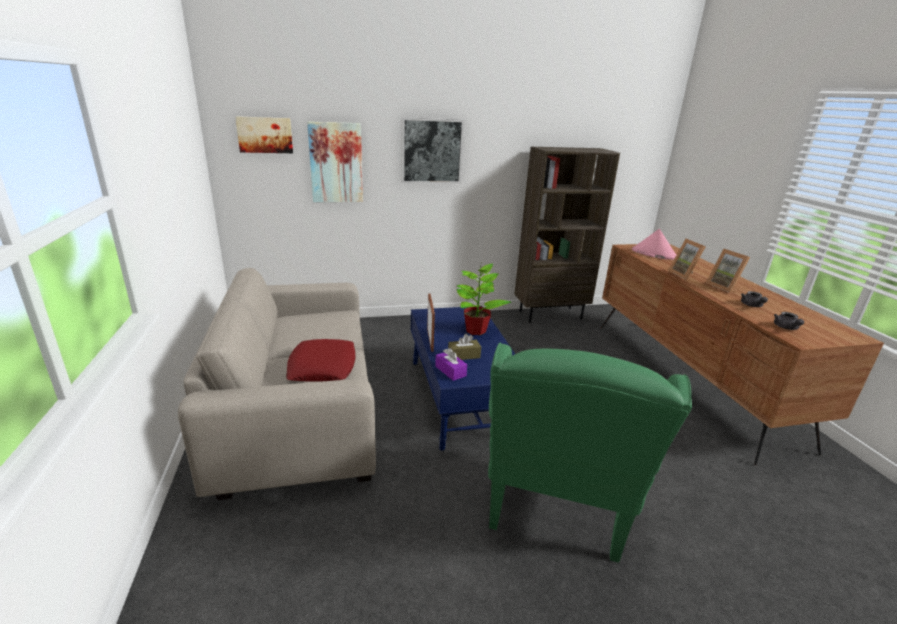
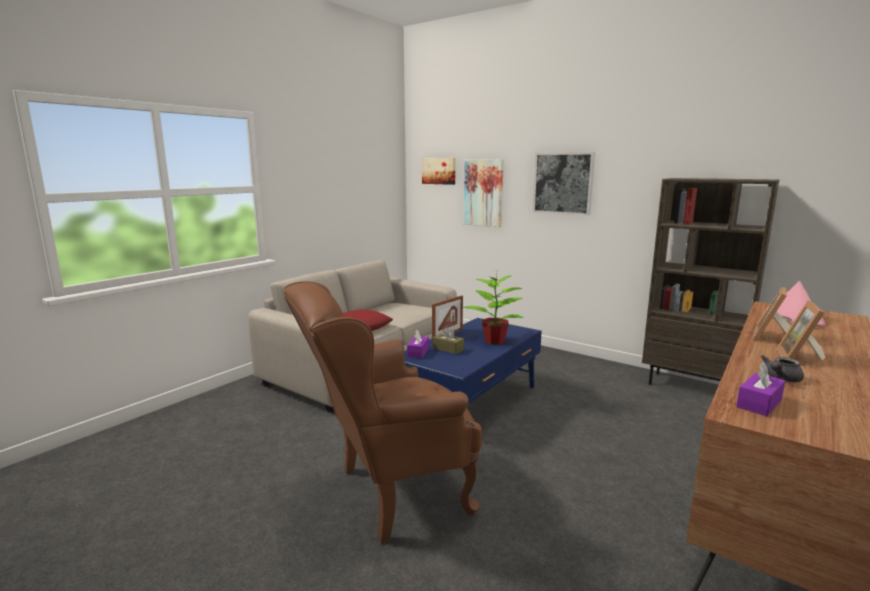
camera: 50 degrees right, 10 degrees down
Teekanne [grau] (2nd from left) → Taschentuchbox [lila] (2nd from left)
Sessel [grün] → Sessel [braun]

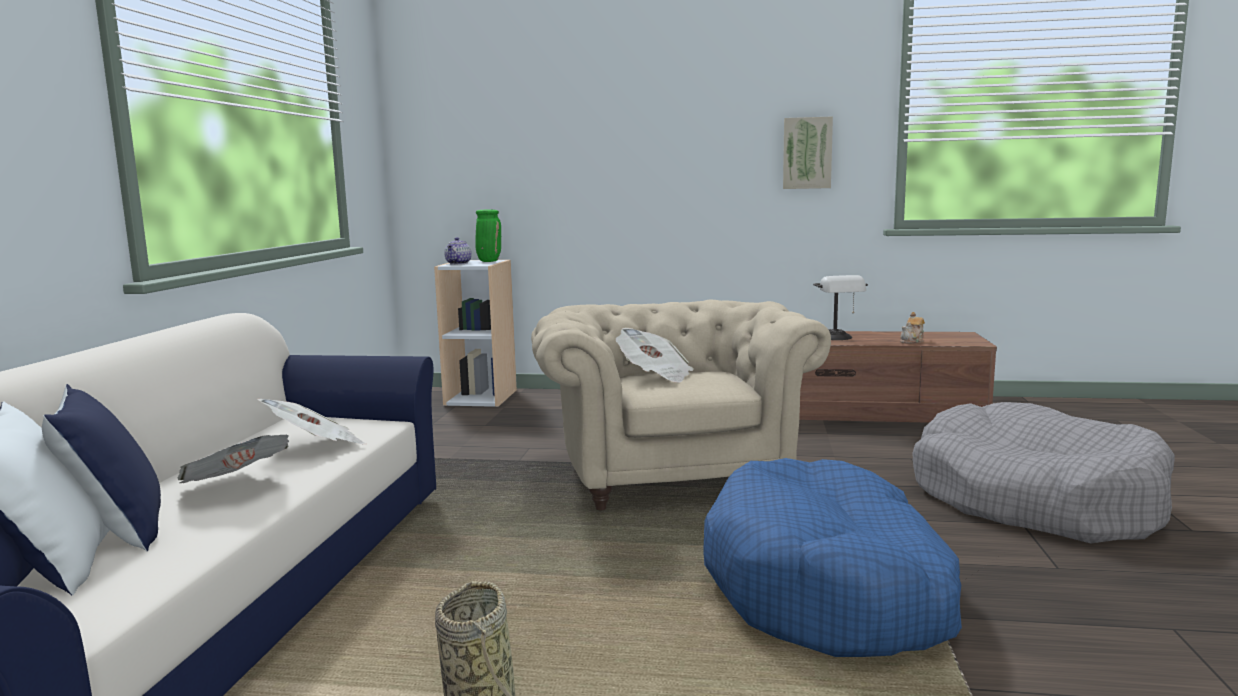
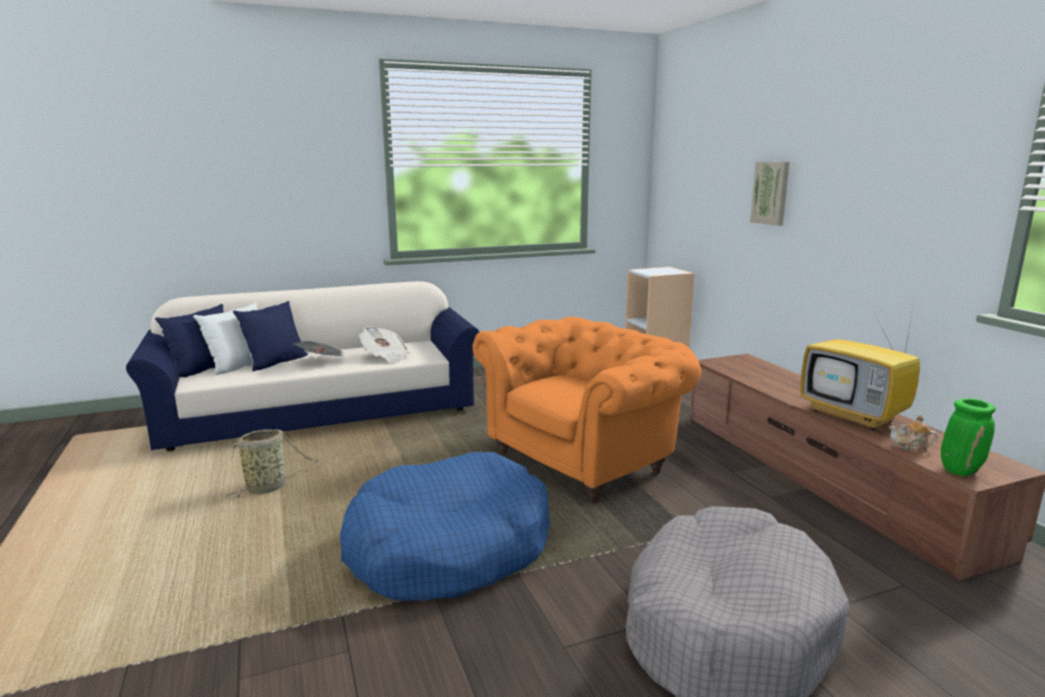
camera: 60 degrees right, 5 degrees up
Teekanne (1st from left) → -
Zeitung (3rd from left) → -
Vase [grün], move
Bild, move
Tischlampe → Fernseher
Sessel [beige] → Sessel [orange]

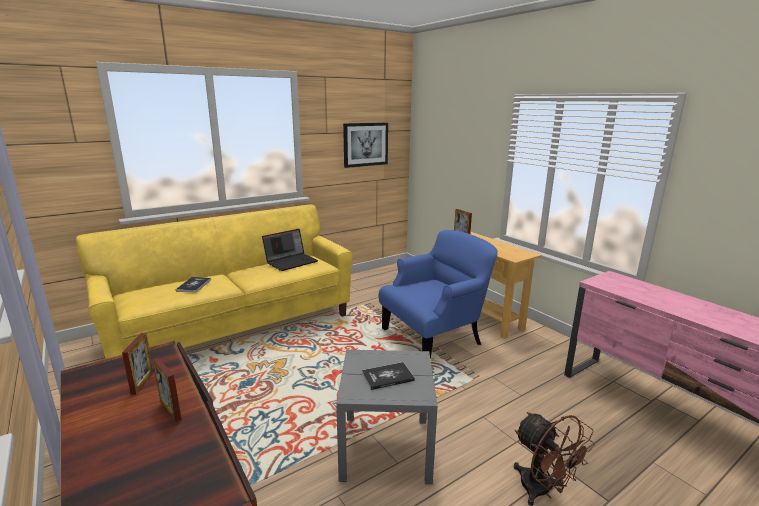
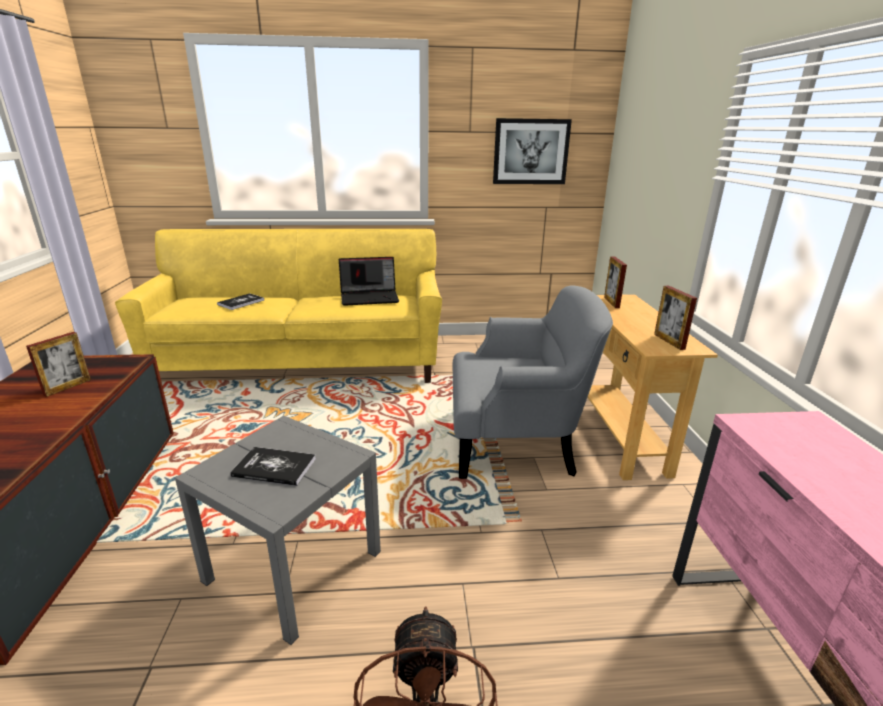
camera: 30 degrees right, 5 degrees up
Bilderrahmen (2nd from left in the first image) → Bilderrahmen (3rd from left), move
Sessel [blau] → Sessel [grau]

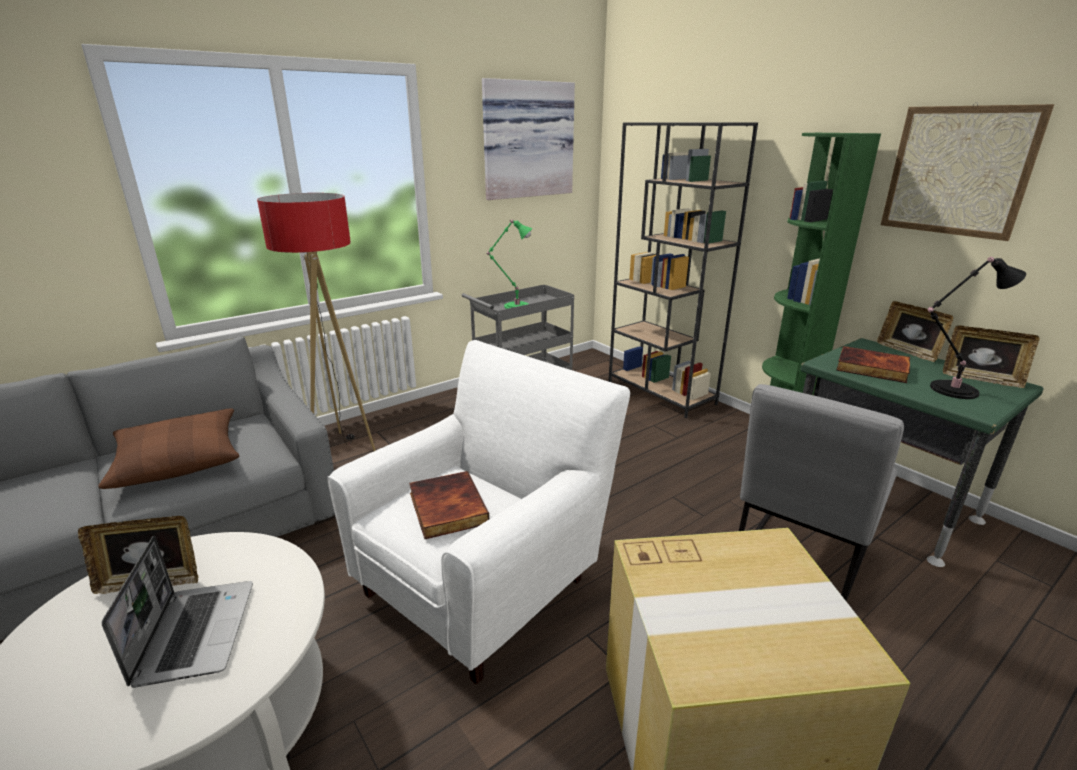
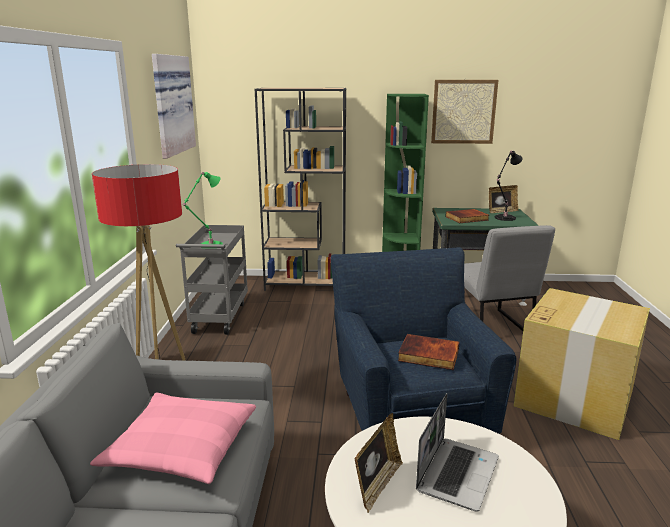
camera: 50 degrees left, 5 degrees down
Bilderrahmen (2nd from left) → -
Kissen [braun] → Kissen [rosa]
Sessel [weiß] → Sessel [blau]
Laptop, 90 degrees clockwise

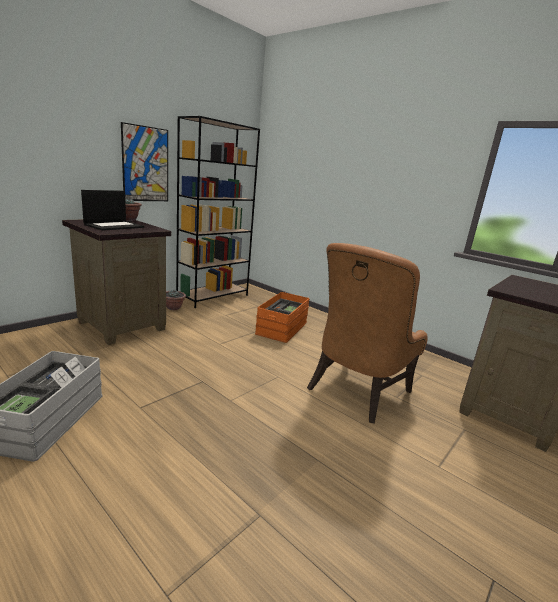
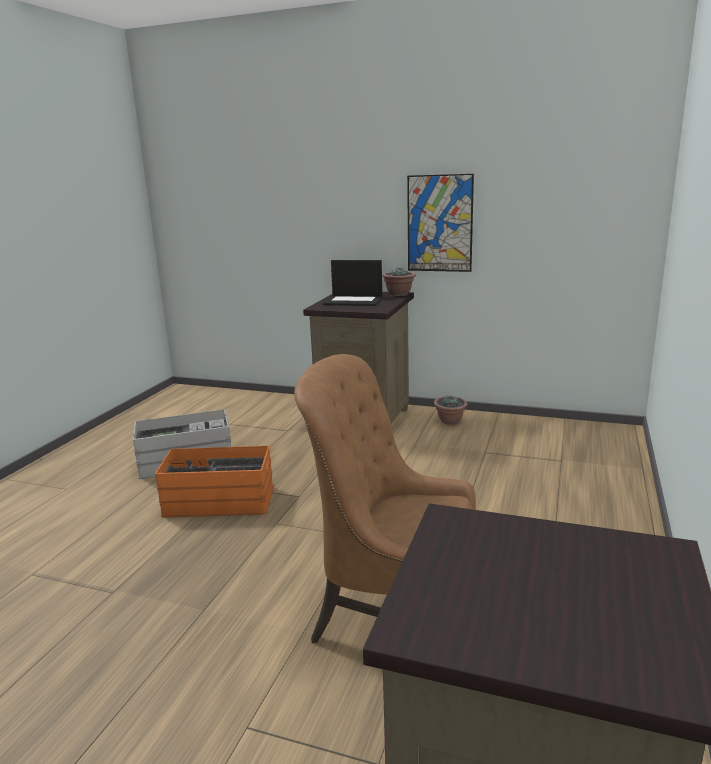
camera: 70 degrees right, 0 degrees up
Bücherregal [beige] → -
Aufbewahrungsbox [orange], move

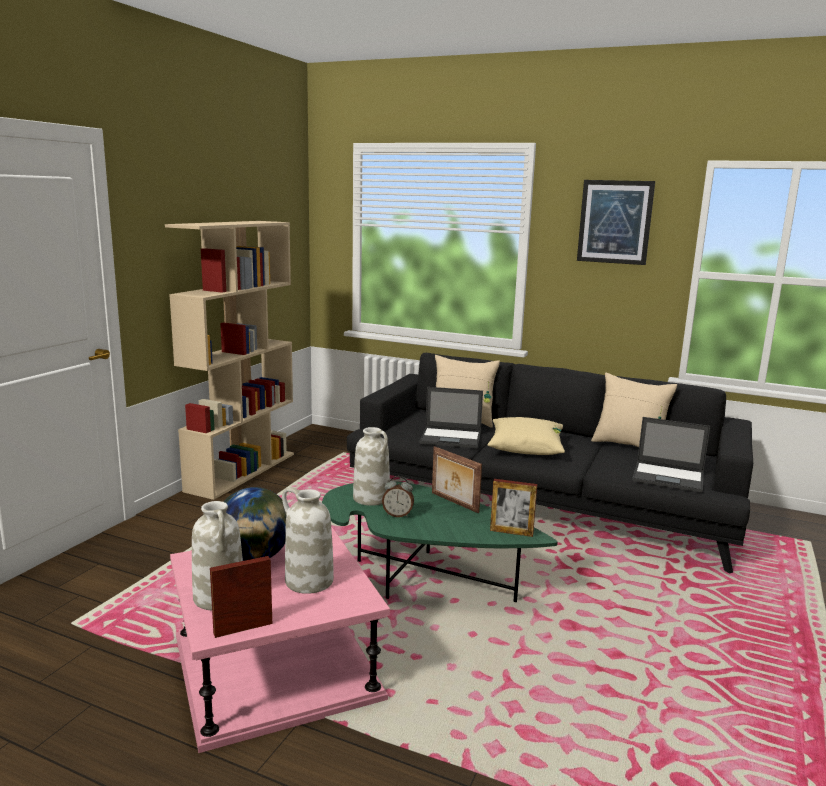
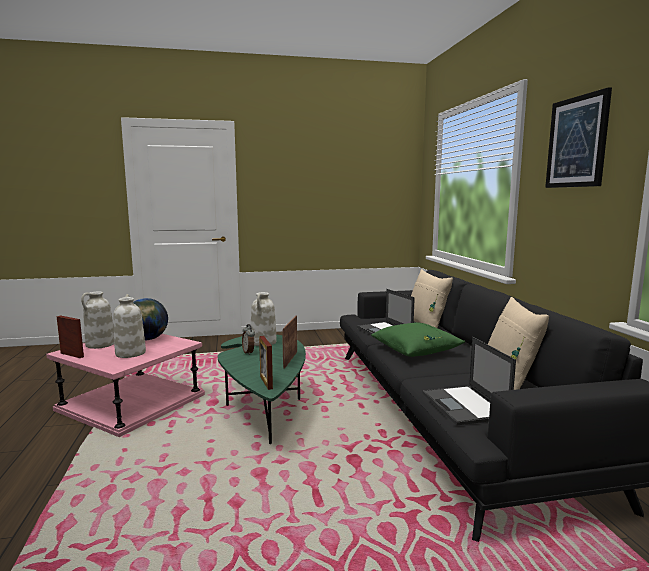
camera: 55 degrees right, 5 degrees down
Bücherregal [beige] → -
Kissen [beige] (2nd from left) → Kissen [grün]

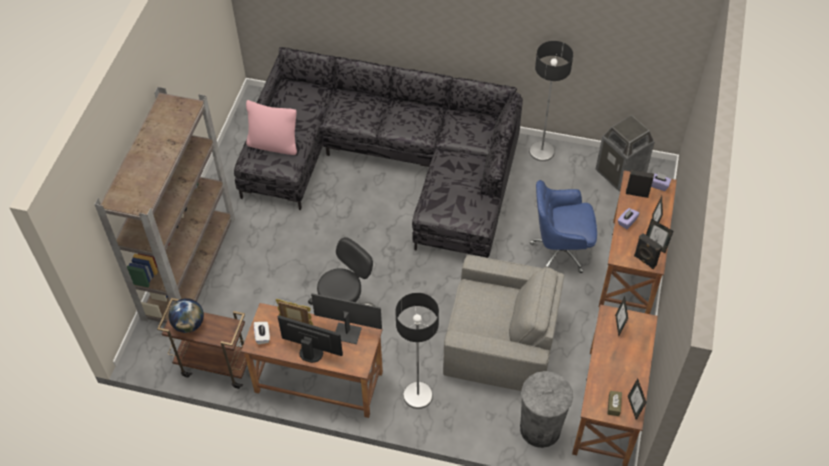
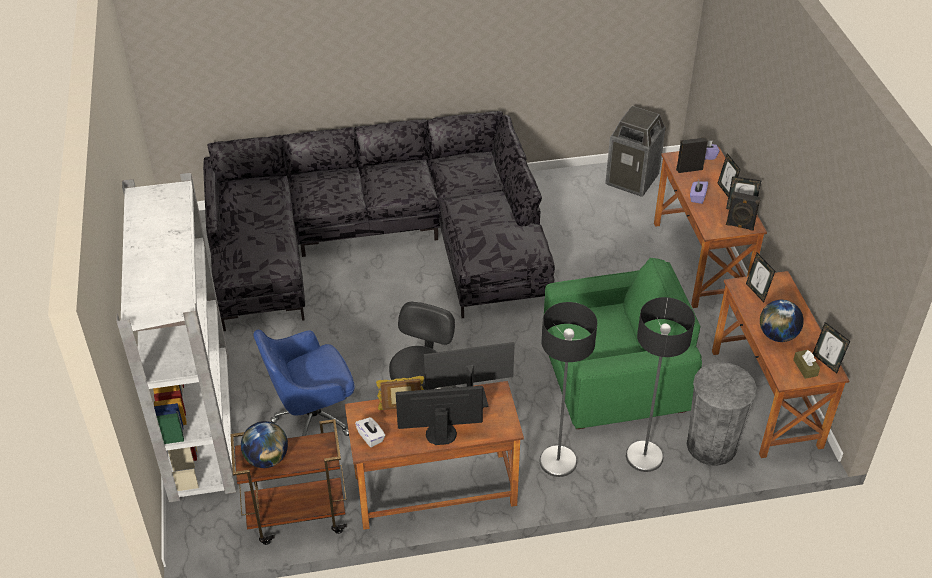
camera: 25 degrees left, 10 degrees down
Kissen [rosa] → -
- → Globus (2nd from left)
Stehlampe (2nd from left), move
Bürostuhl [blau], move
Bücherregal [braun] → Bücherregal [weiß]
Sessel [grau] → Sessel [grün]

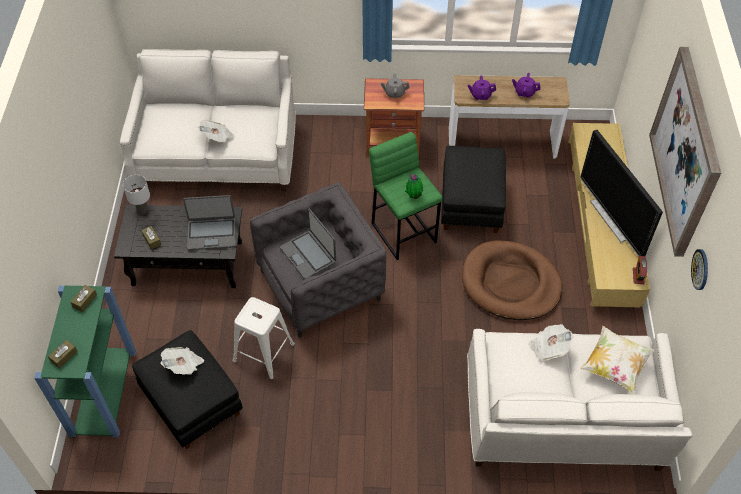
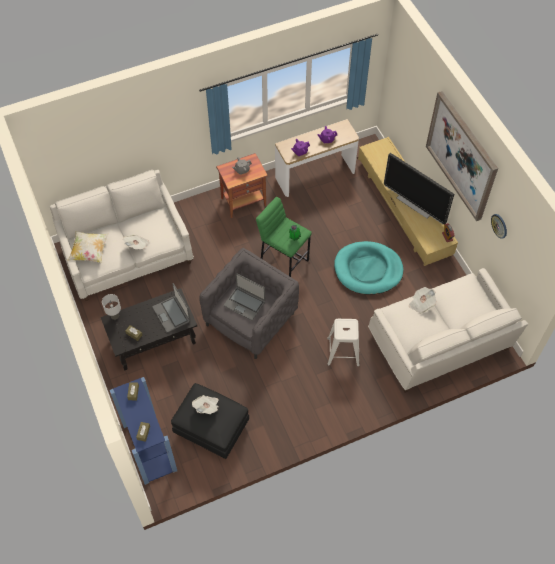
camera: 25 degrees left, 5 degrees up
Polsterhocker [schwarz] (2nd from left) → -
Hocker [weiß], move
Kissen, move
Bücherregal [grün] → Bücherregal [blau]
Hundebett [braun] → Hundebett [türkis]
Laptop (1st from left), 90 degrees clockwise

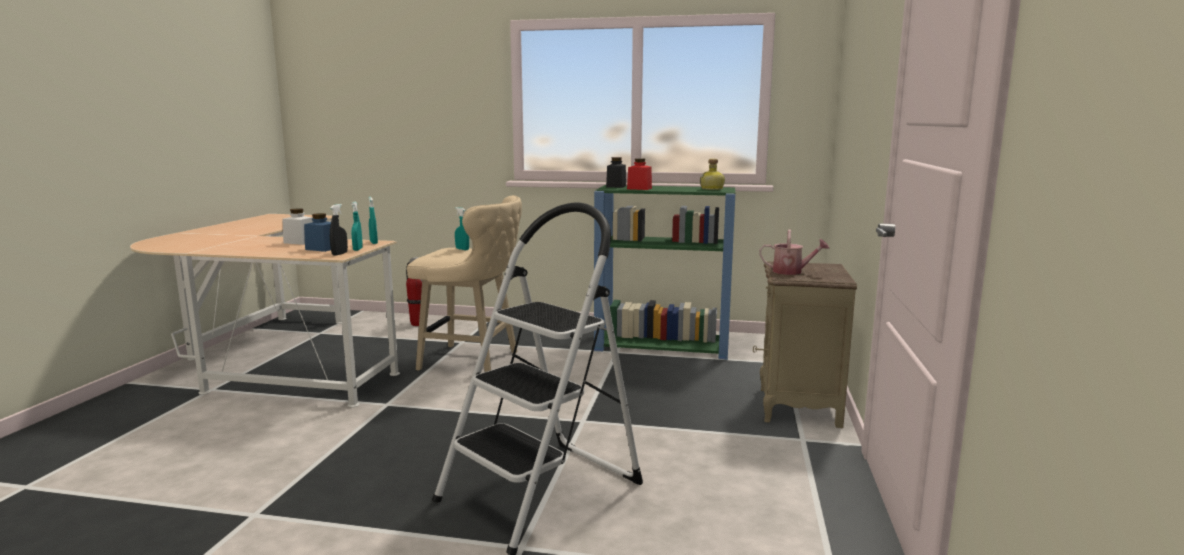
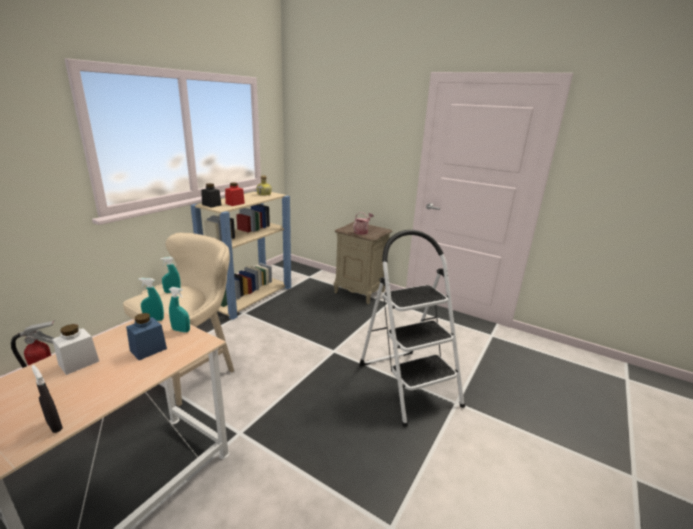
camera: 70 degrees left, 10 degrees up
Sprühflasche [schwarz], move
Bücherregal [grün] → Bücherregal [beige]

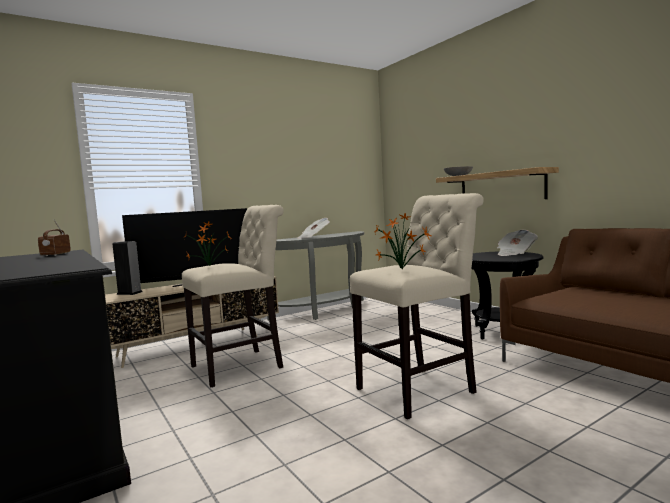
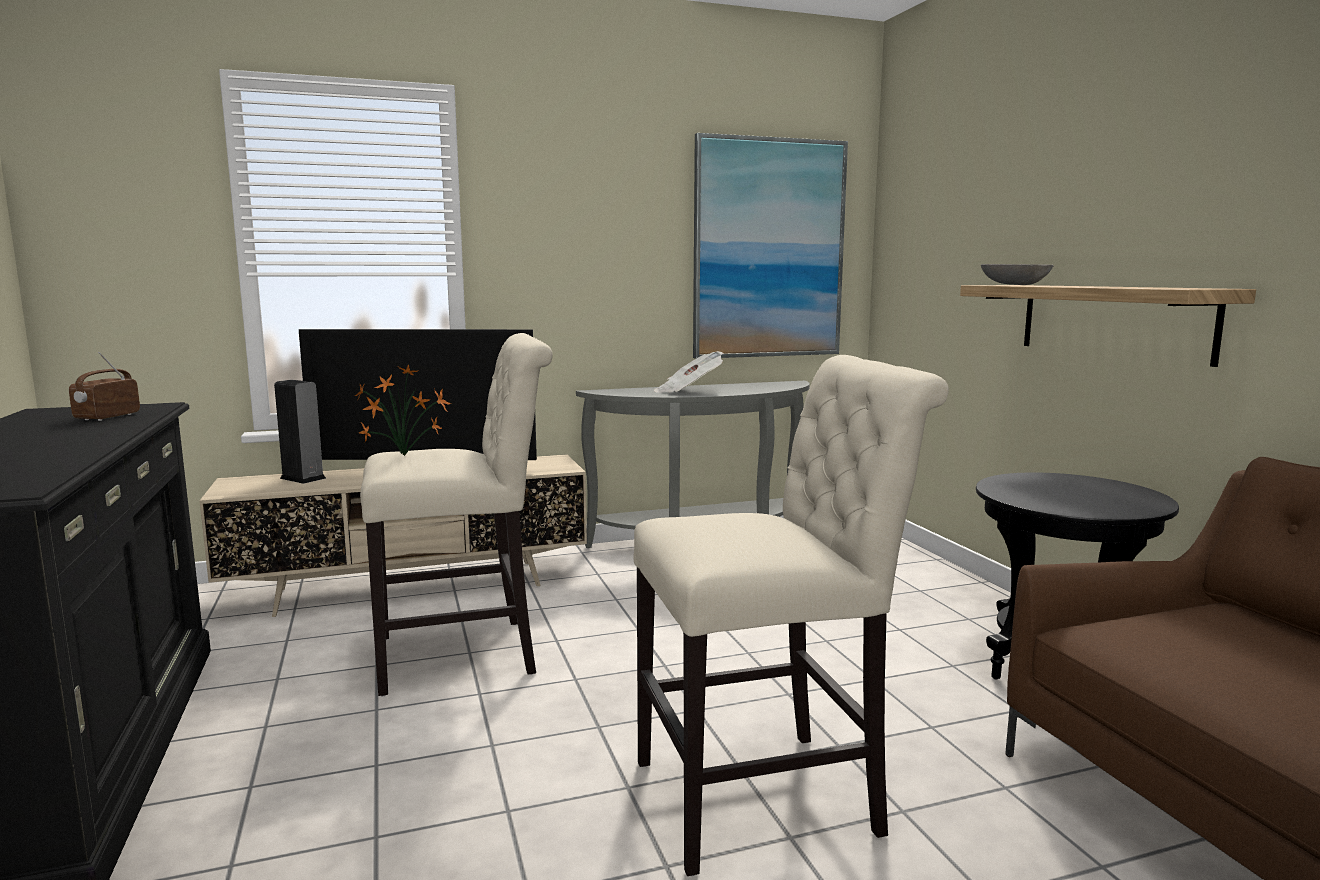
camera: 15 degrees right, 5 degrees up
Topfpflanze (2nd from left) → -
Zeitung (2nd from left) → -
- → Bild

